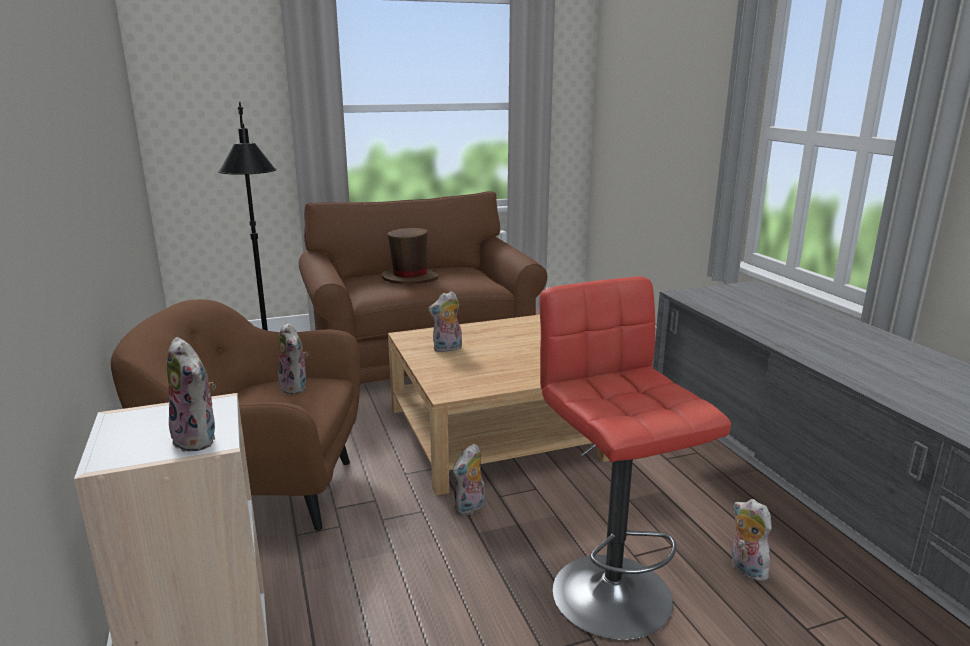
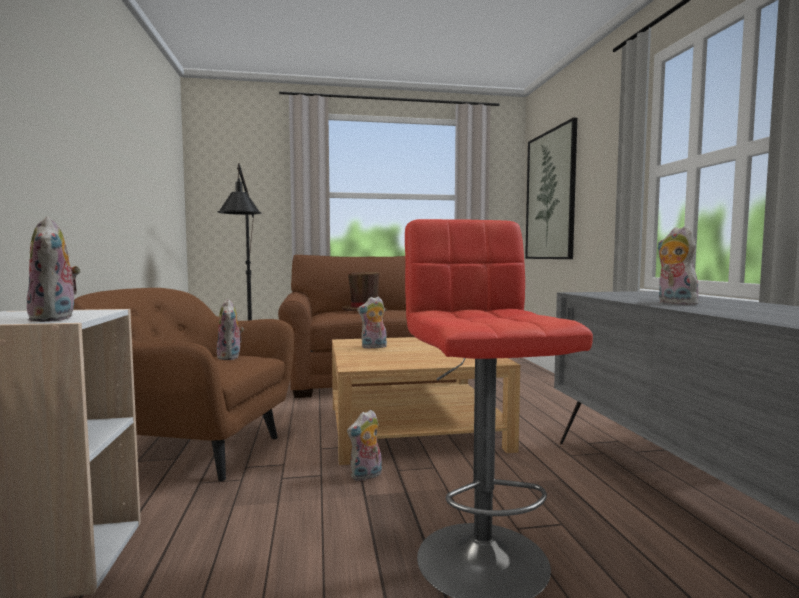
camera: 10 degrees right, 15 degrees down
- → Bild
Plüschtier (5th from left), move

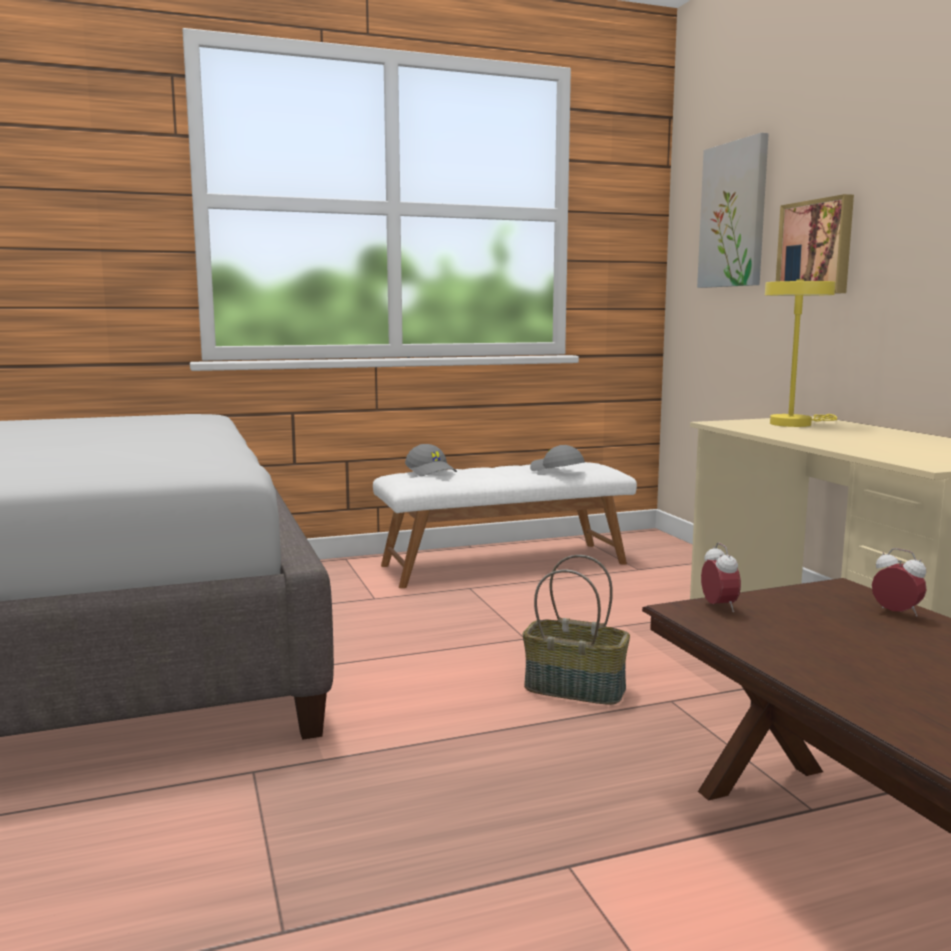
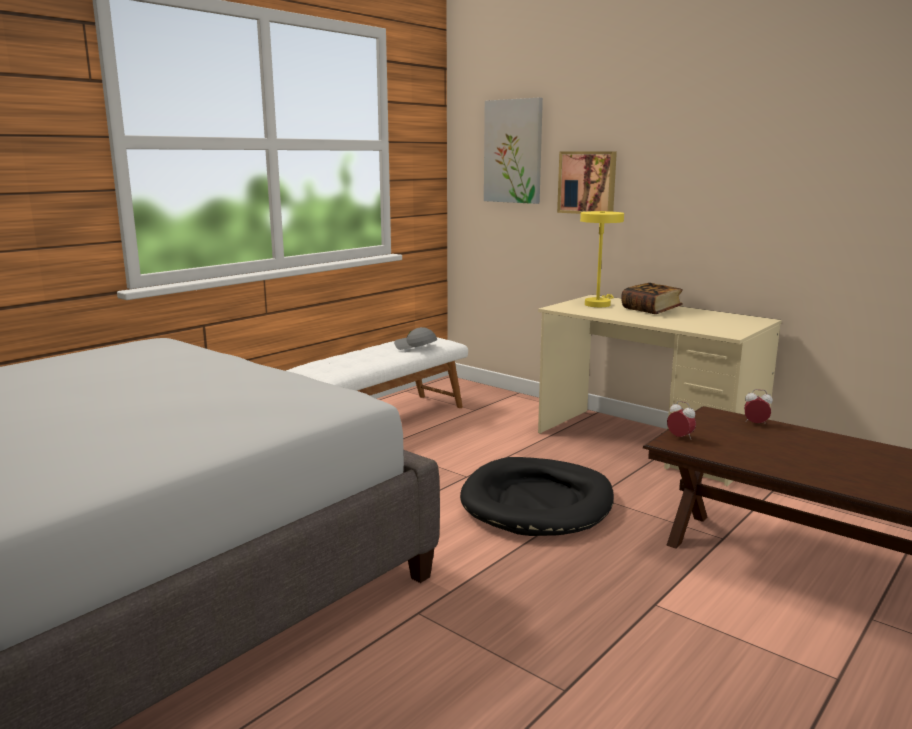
camera: 30 degrees left, 5 degrees up
Kappe [grau] (1st from left) → -
- → Buch
Korb → Hundebett [schwarz]

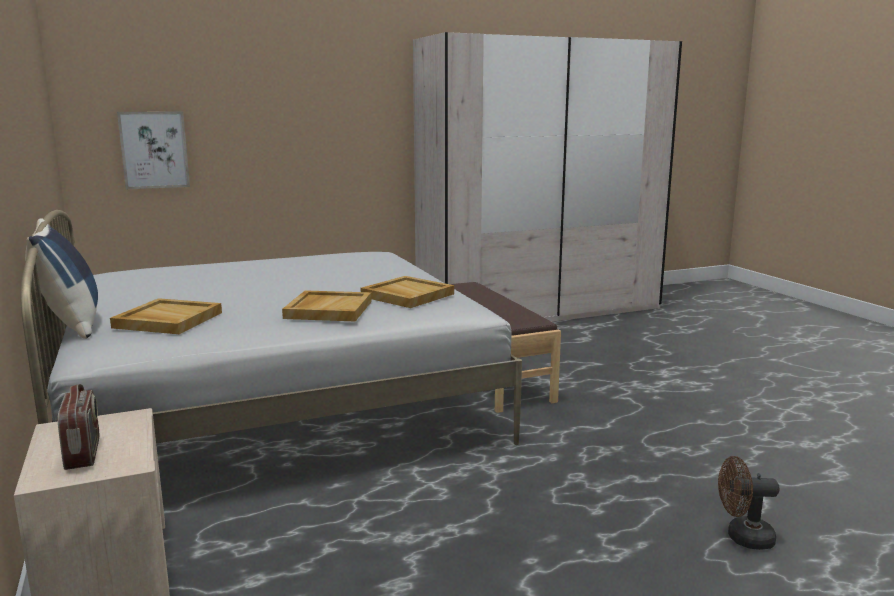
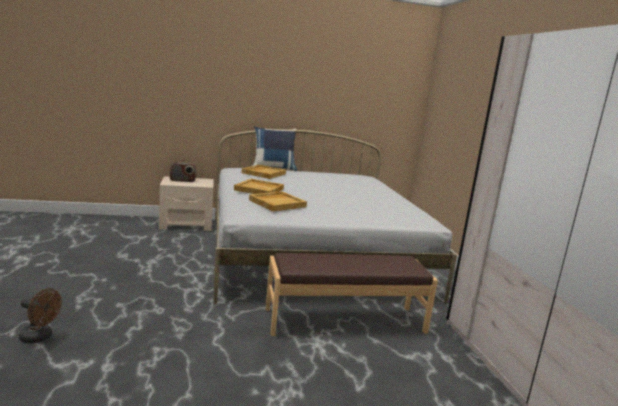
camera: 100 degrees right, 0 degrees up
Bild → -
Ventilator [braun], 90 degrees clockwise

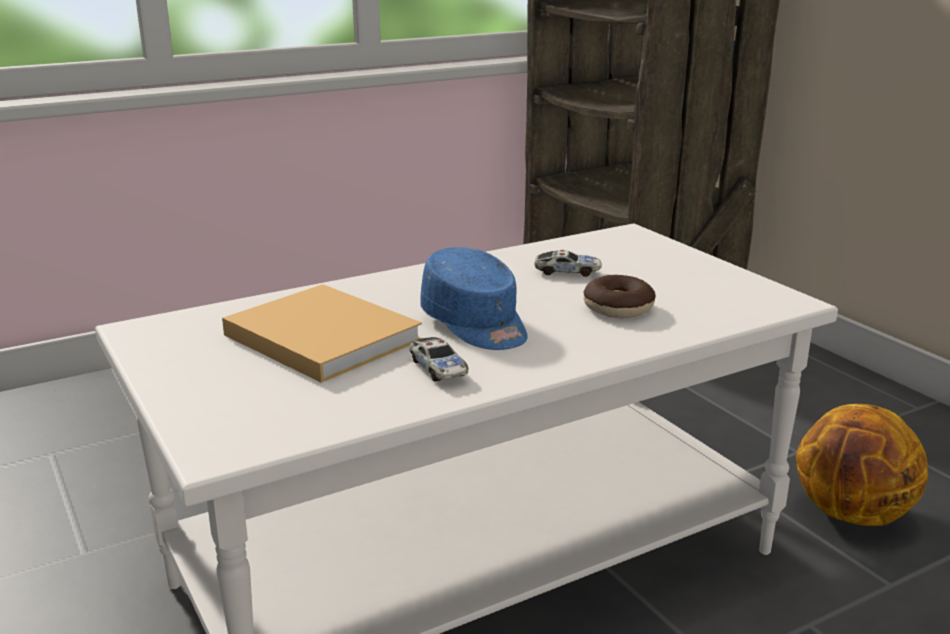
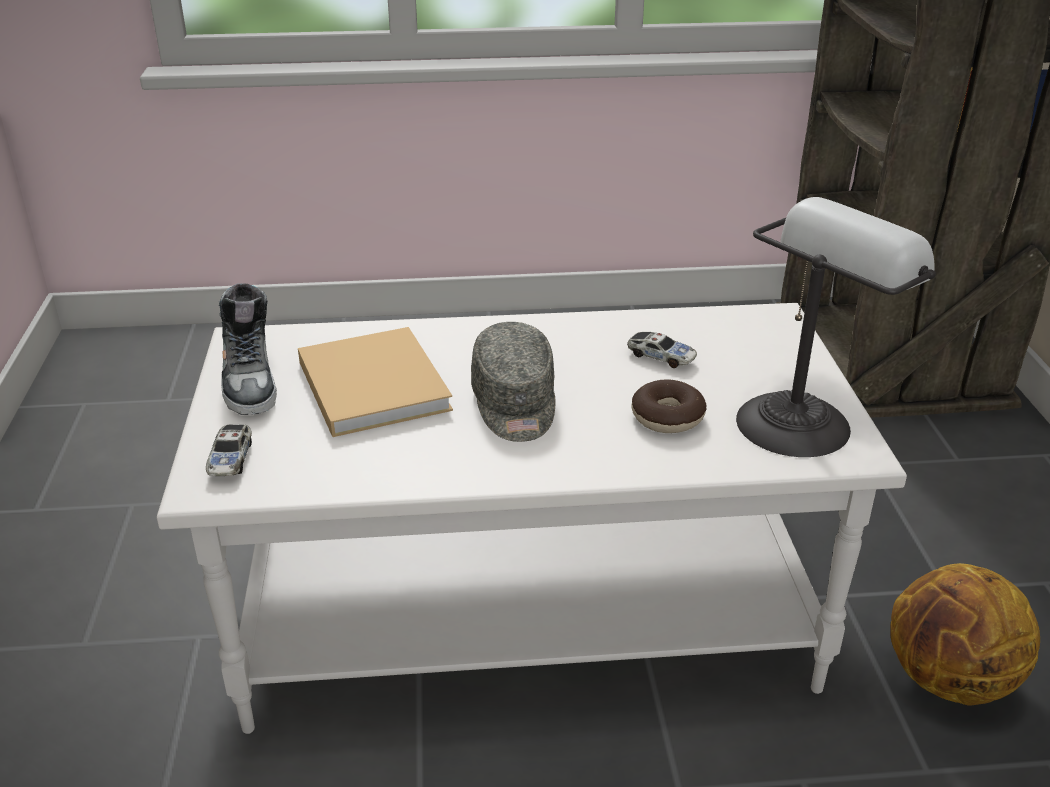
camera: 25 degrees right, 10 degrees up
- → Schuh
- → Tischlampe
Spielzeugauto (1st from left), move
Kappe [blau] → Kappe [grau]

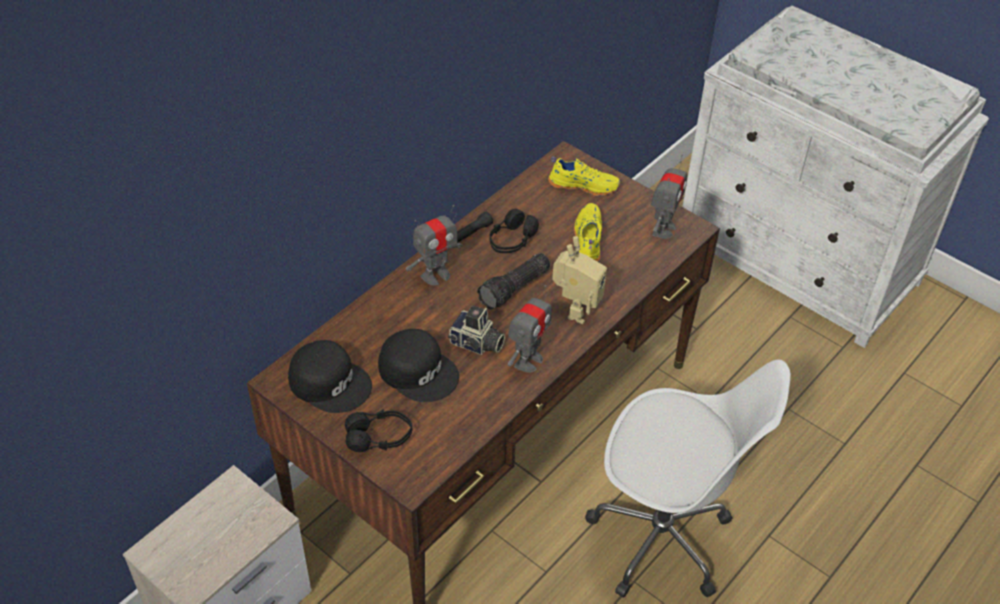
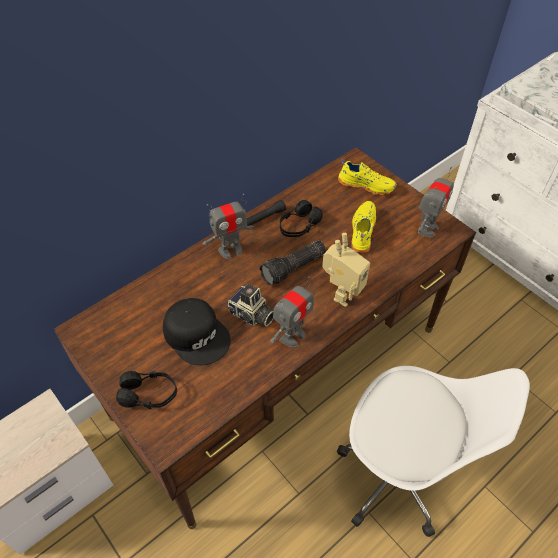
camera: 10 degrees right, 5 degrees up
Kappe [schwarz] (1st from left) → -

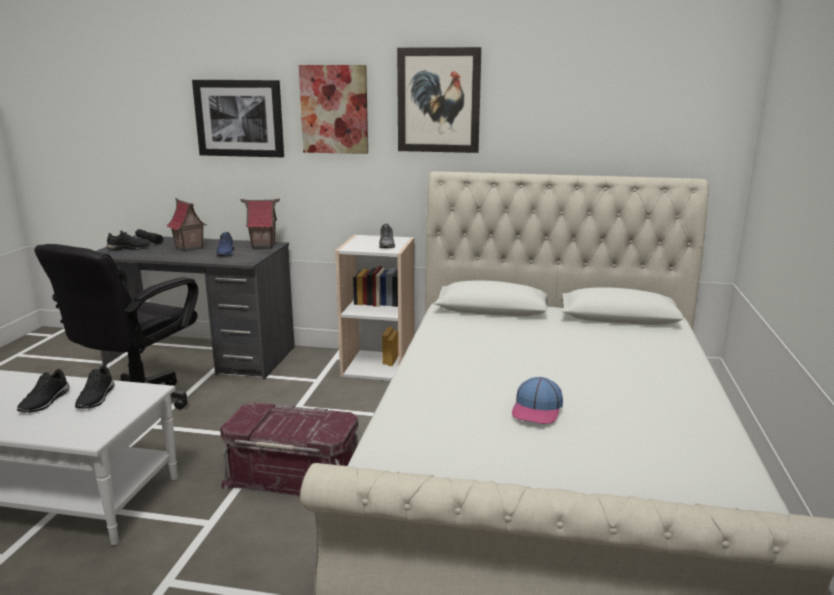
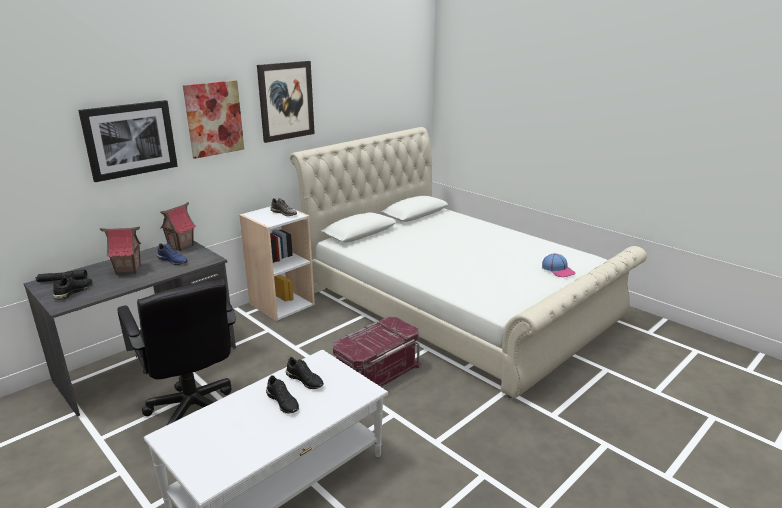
camera: 55 degrees left, 5 degrees up
Kappe, move

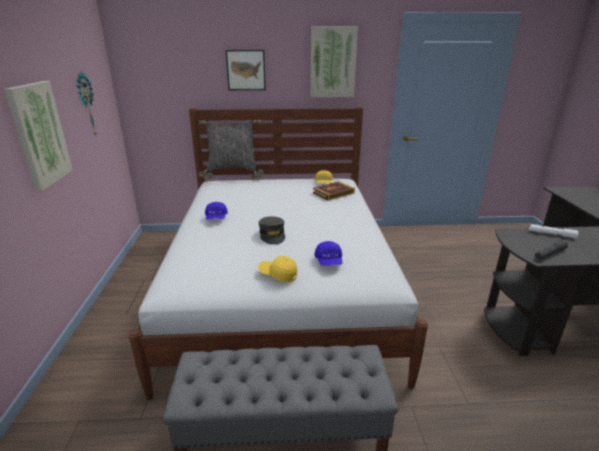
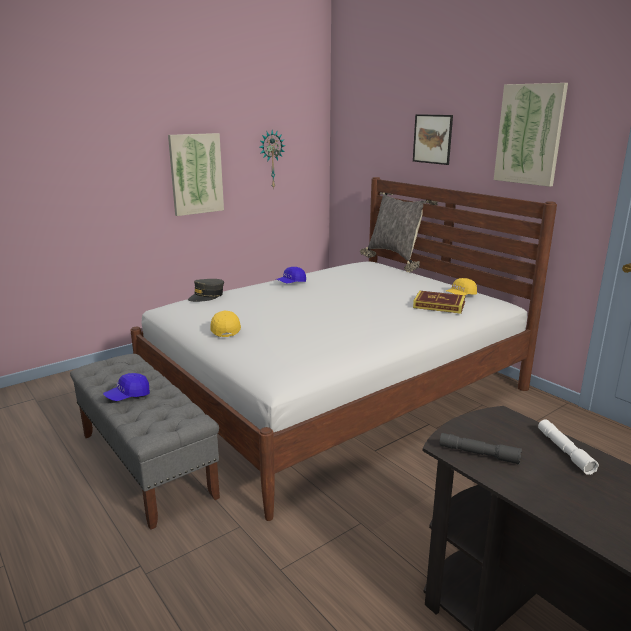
camera: 55 degrees right, 5 degrees down
Kappe [grau], move
Kappe [blau] (2nd from left in the first image) → Kappe [blau] (1st from left), move

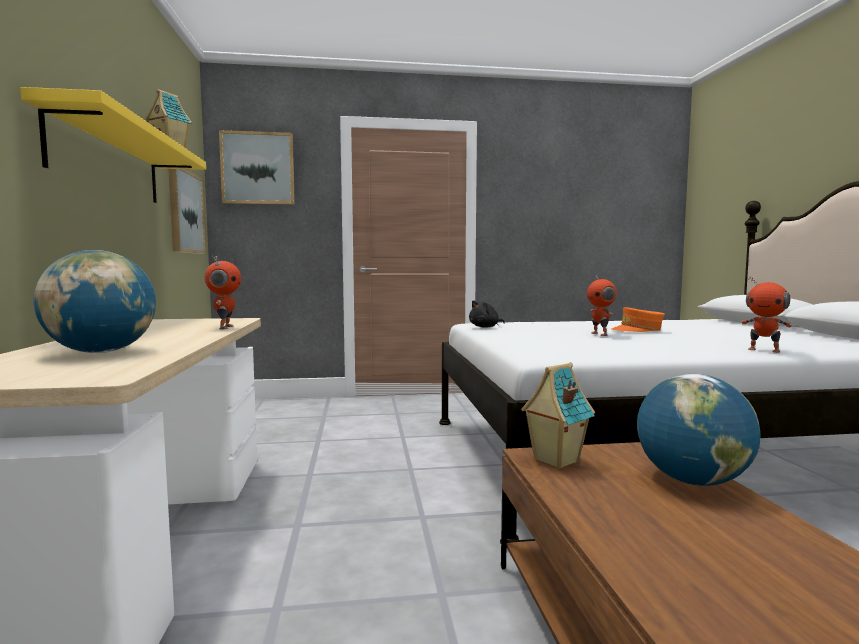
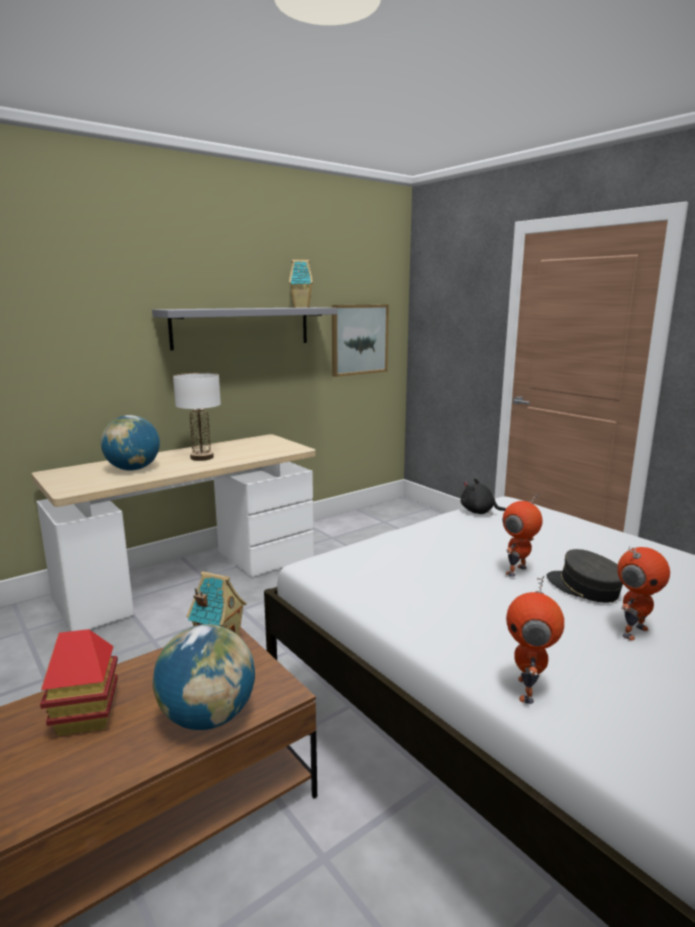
camera: 60 degrees right, 10 degrees up
Bild (2nd from left) → -
- → Spielzeughaus (1st from left)
- → Tischlampe
Spielzeugroboter (1st from left in the first image) → Spielzeugroboter (3rd from left), move
Wandregal [gelb] → Wandregal [grau]
Kappe [orange] → Kappe [grau]

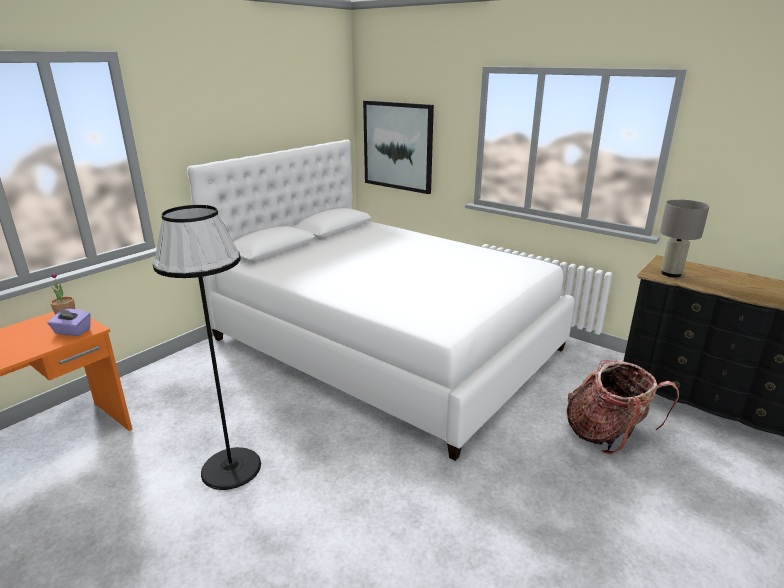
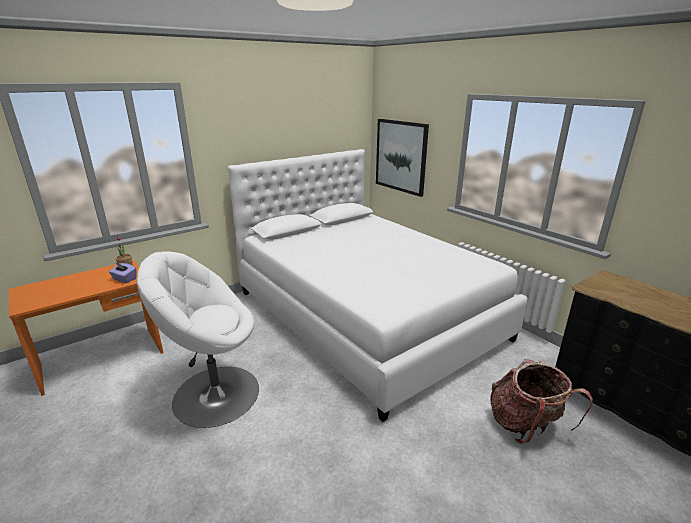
camera: 15 degrees right, 0 degrees up
Tischlampe [grau] → -
Stehlampe [schwarz] → Sessel [weiß]

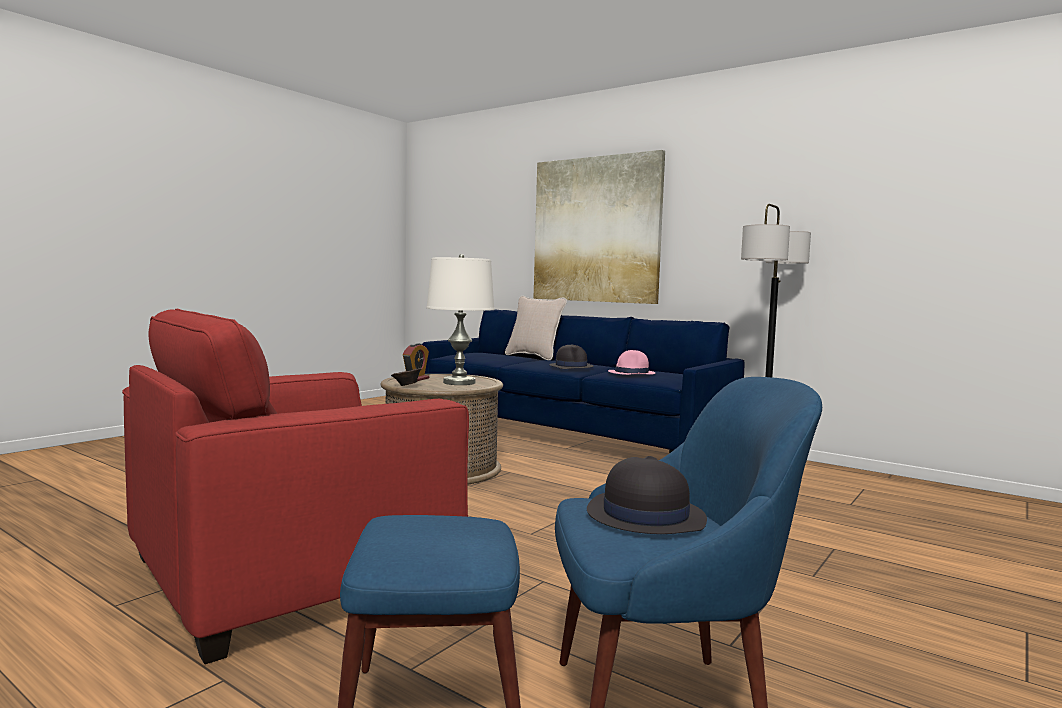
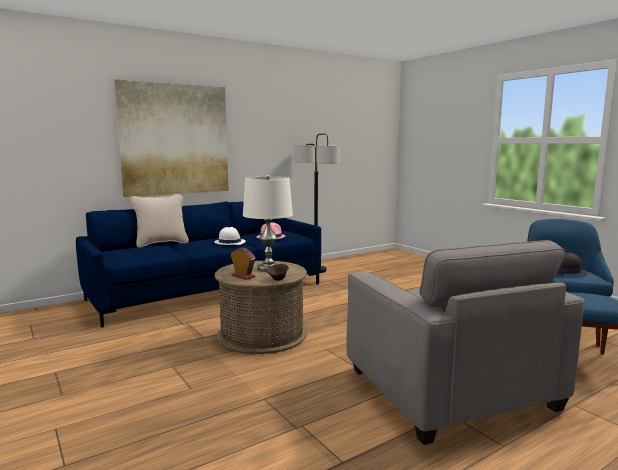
camera: 70 degrees left, 5 degrees up
Sessel [rot] → Sessel [grau]
Hut [schwarz] (1st from left) → Hut [weiß]

